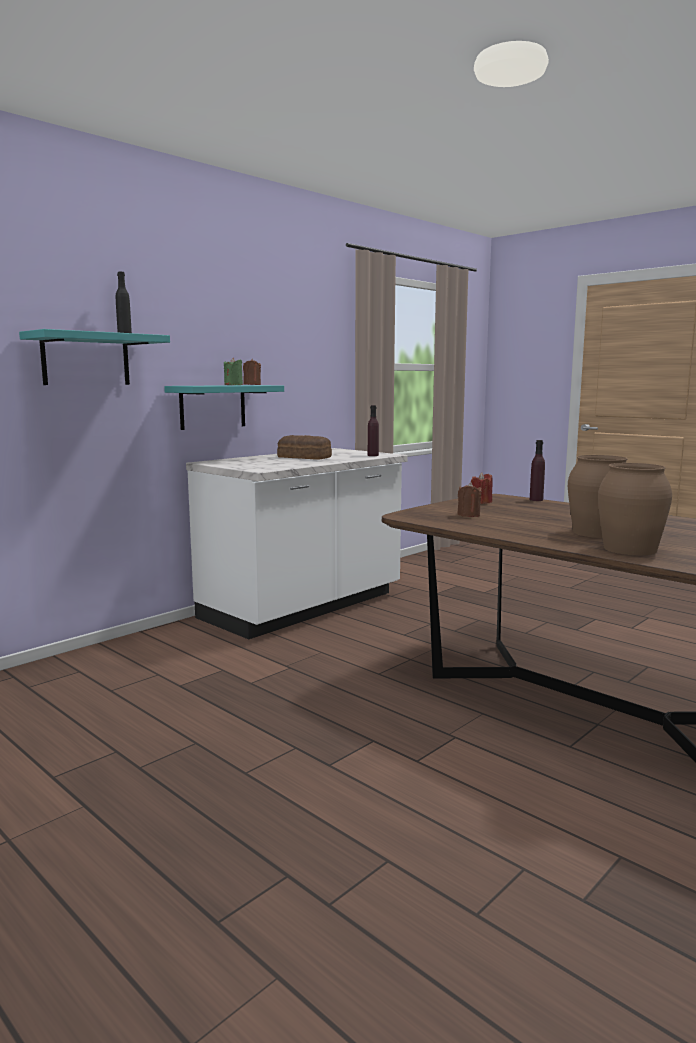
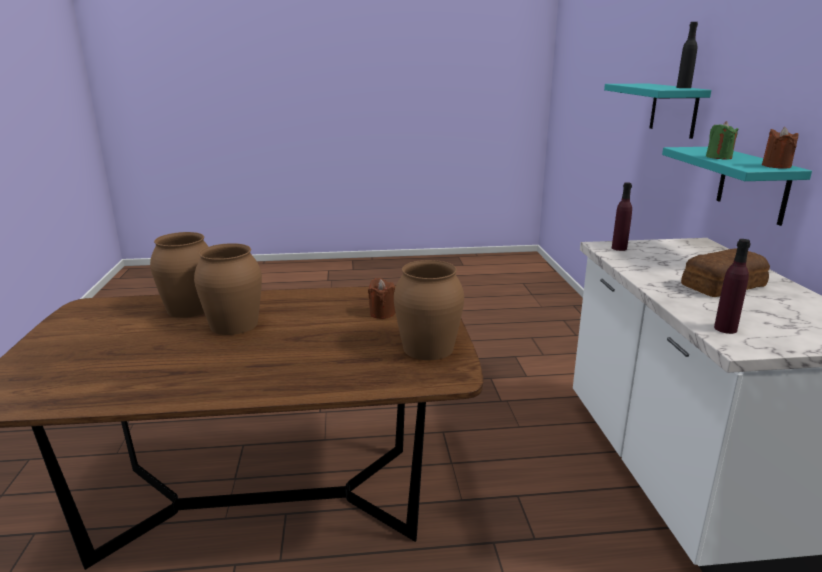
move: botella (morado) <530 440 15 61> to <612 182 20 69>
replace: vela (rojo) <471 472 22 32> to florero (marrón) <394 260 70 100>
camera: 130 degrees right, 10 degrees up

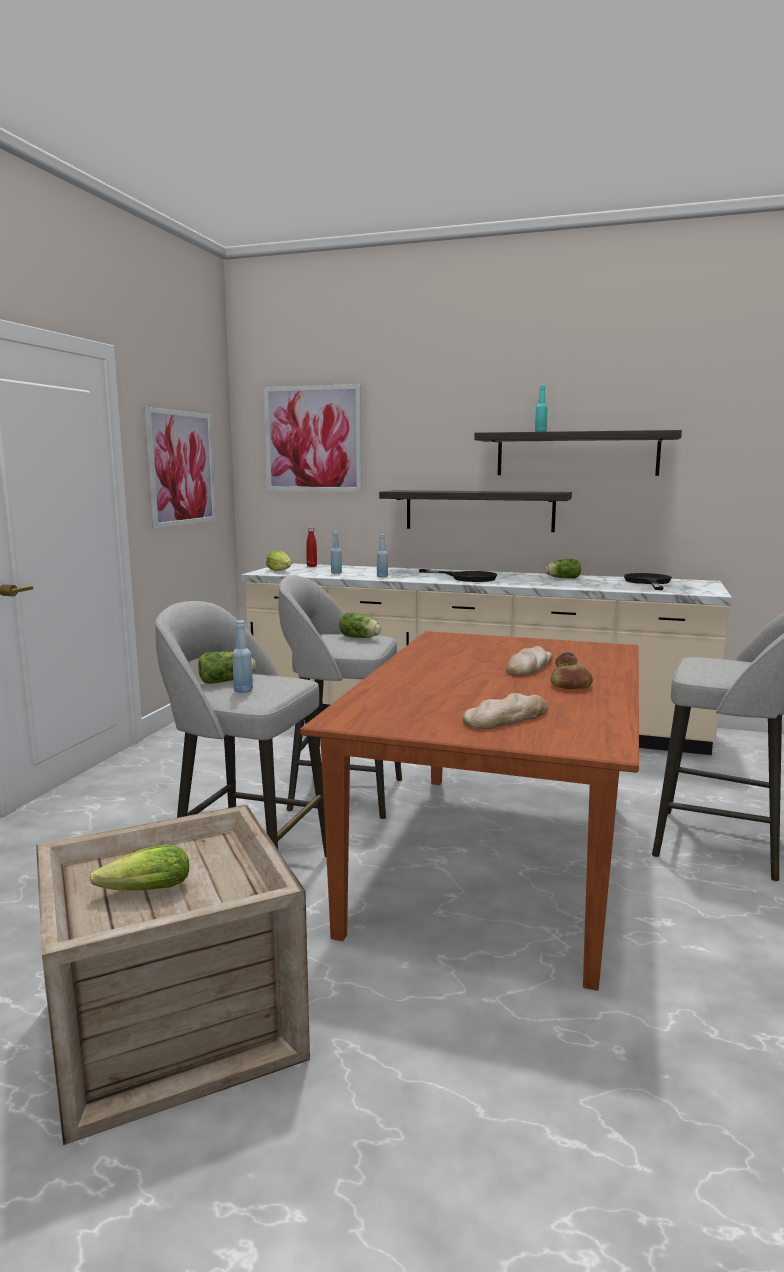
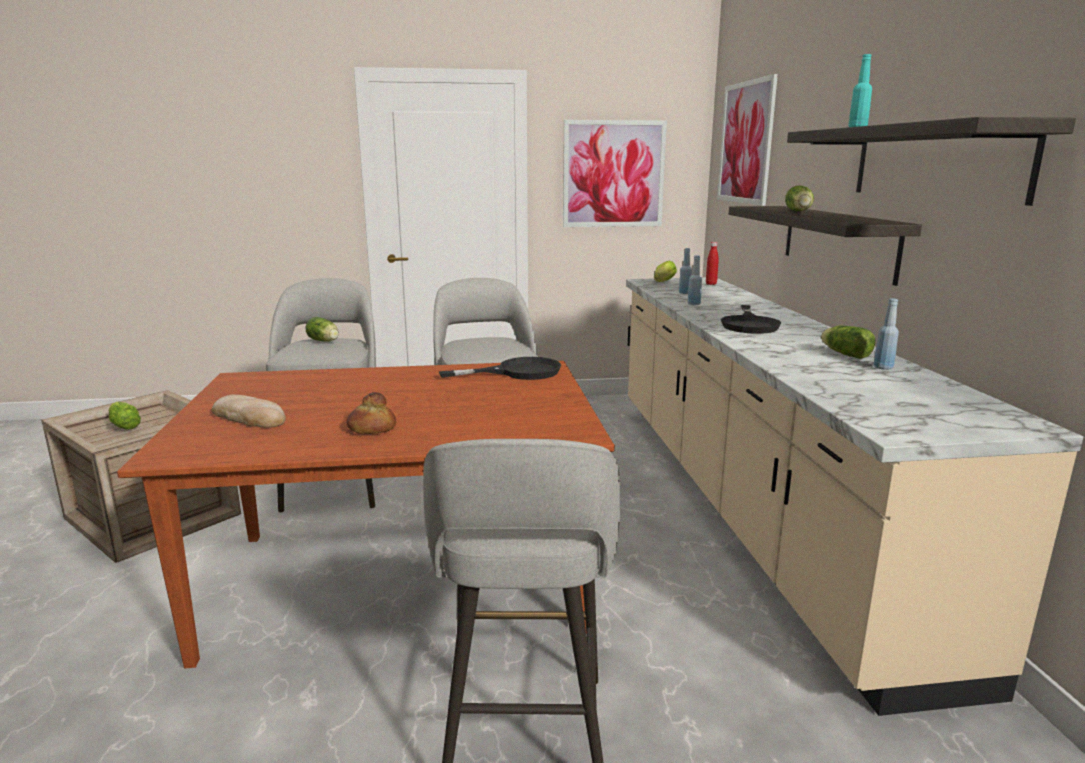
delete: pan <506 646 47 30>
move: botella (azul) <233 620 20 73> to <873 298 26 72>; lechuga <339 612 42 26> to <785 186 29 25>; sartén (negro) <624 573 48 17> to <439 357 122 23>
camera: 65 degrees right, 5 degrees up

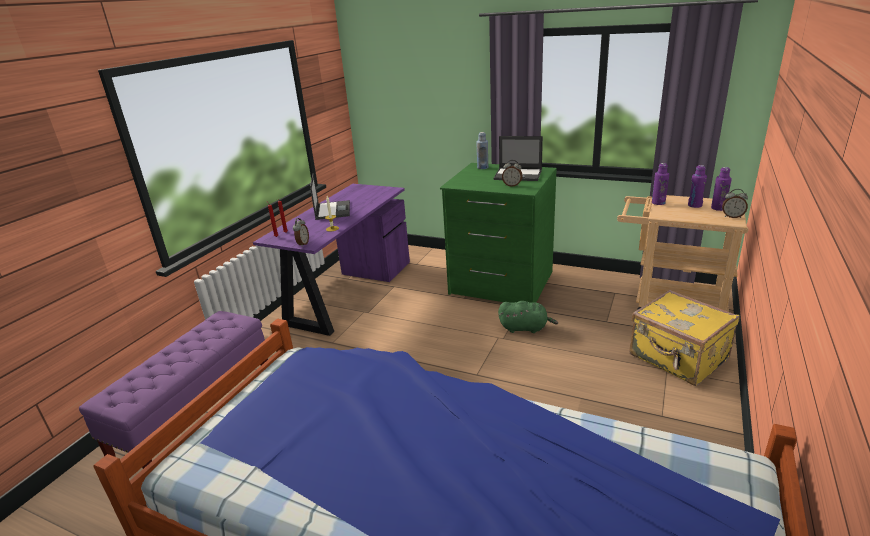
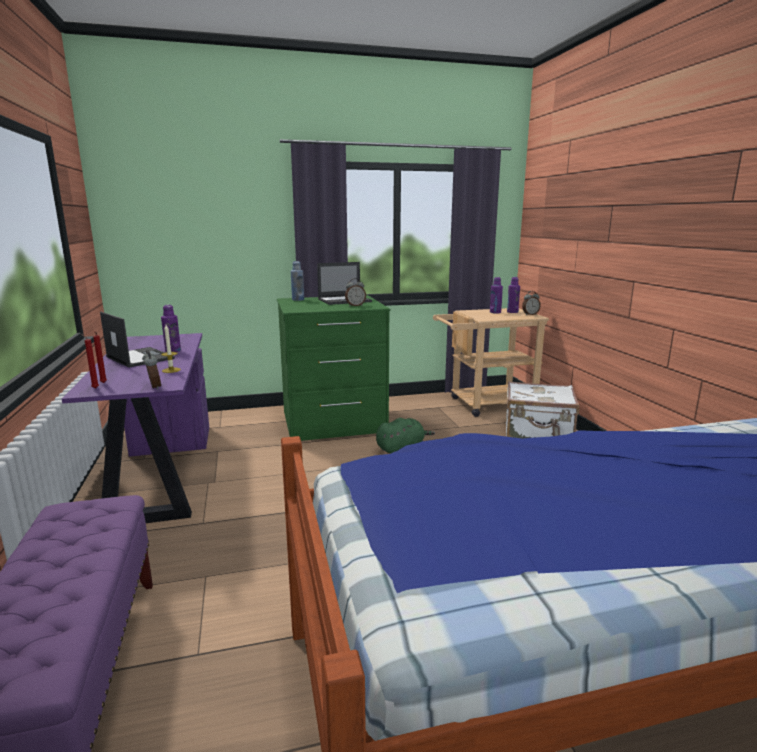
move: botella (morado) <652 163 17 42> to <161 305 20 47>
recolor: maleta (amarillo) <629 290 111 96> to maleta (blanco) <506 381 73 58>
camera: 40 degrees left, 10 degrees down

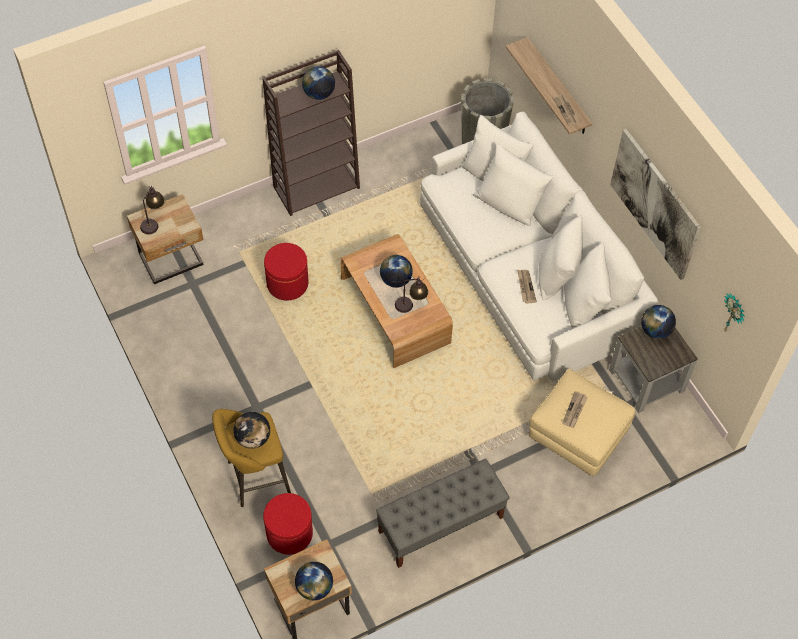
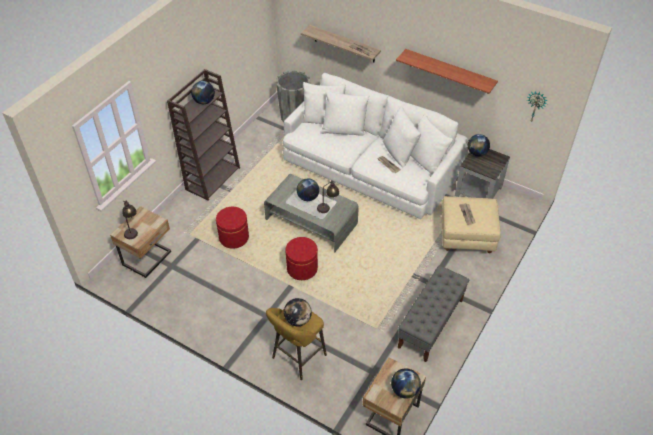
move: puf (rojo) <263 493 50 62> to <285 237 33 43>
replace: cuadro <610 129 91 151> to estante <396 49 102 45>
recolor: mesa de centro (marrón) <340 234 113 134> to mesa de centro (gris) <264 174 95 78>
camera: 30 degrees left, 10 degrees down

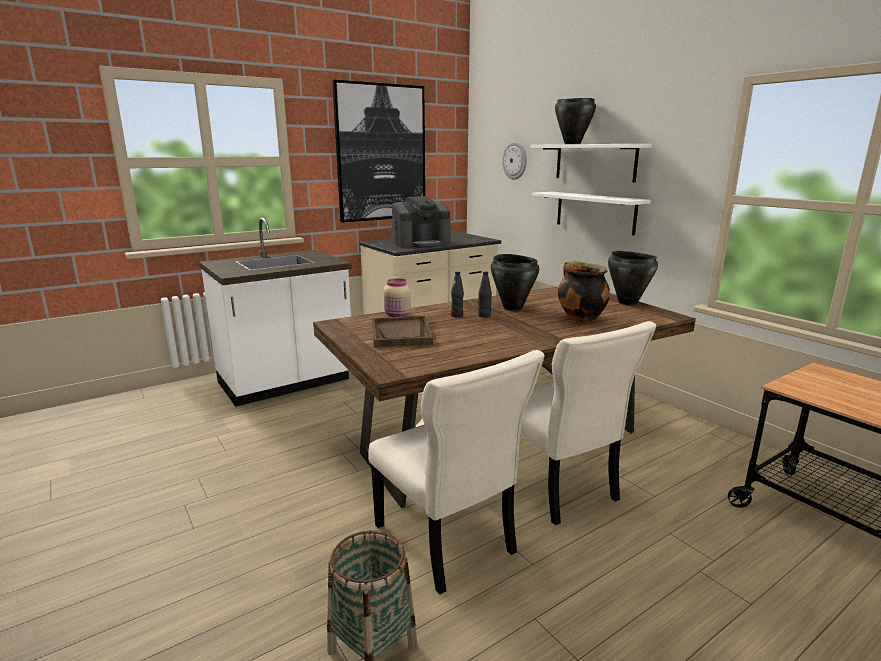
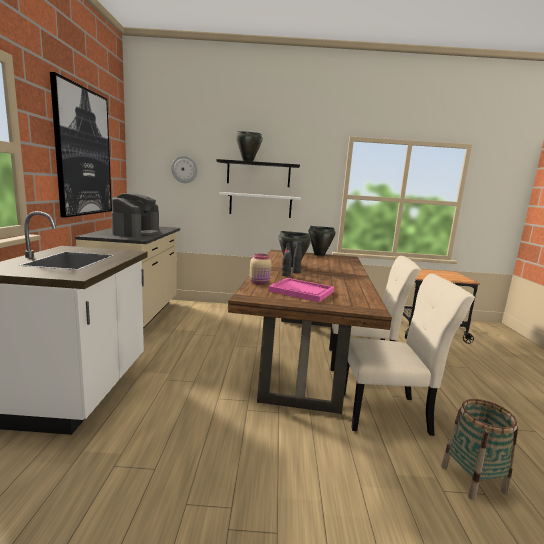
delete: olla <558 261 52 62>
recolor: bandeja (marrón) <372 316 61 31> to bandeja (rosa) <268 278 66 24>; estante (blanco) <531 144 121 38> to estante (negro) <216 159 84 28>
camera: 55 degrees left, 5 degrees down

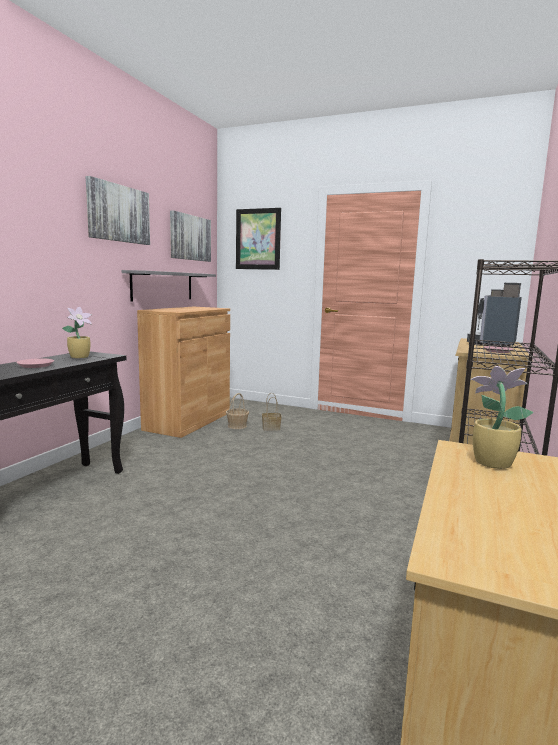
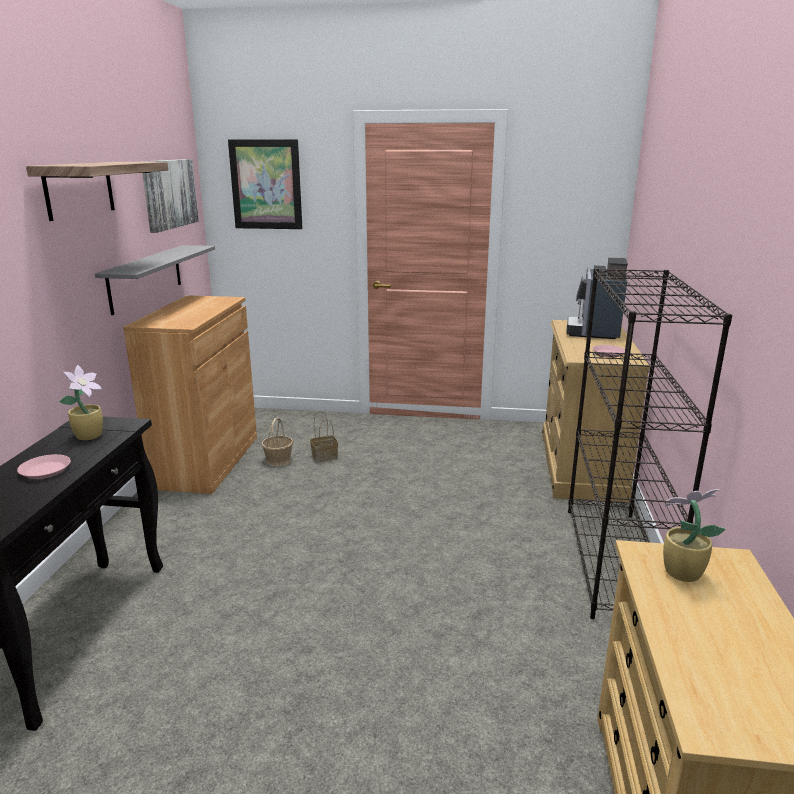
replace: cuadro <85 176 65 69> to estante <26 162 142 59>
camera: 15 degrees left, 10 degrees up

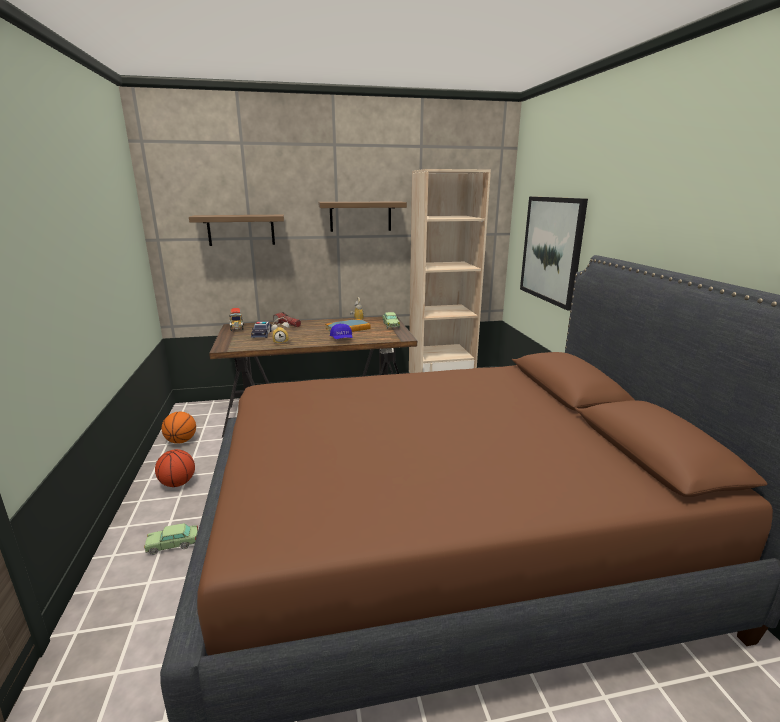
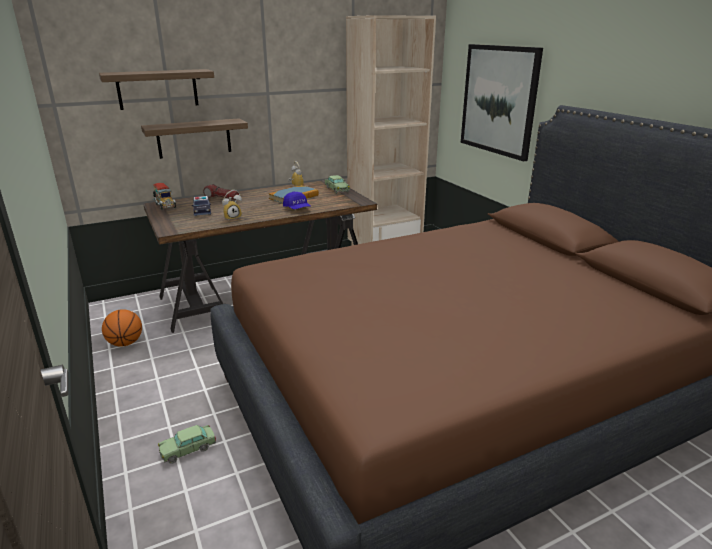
delete: balón de baloncesto <155 449 40 38>
move: estante <318 202 89 30> to <141 118 107 41>
camera: 15 degrees left, 5 degrees up

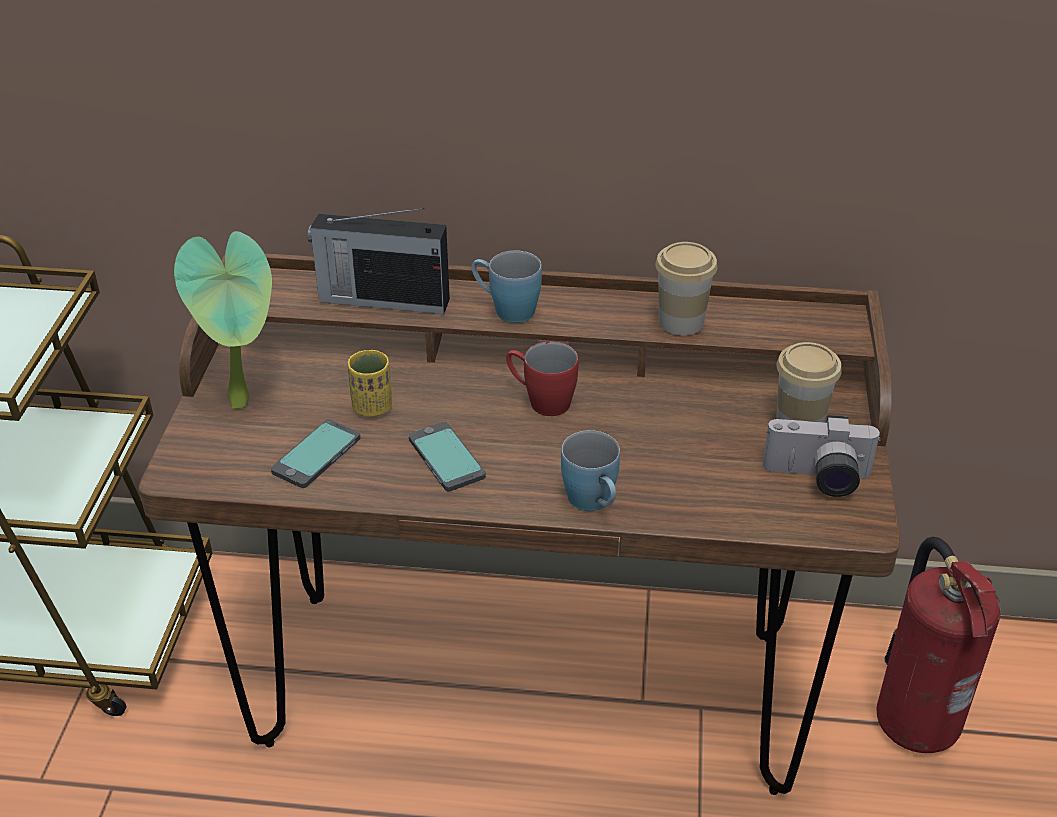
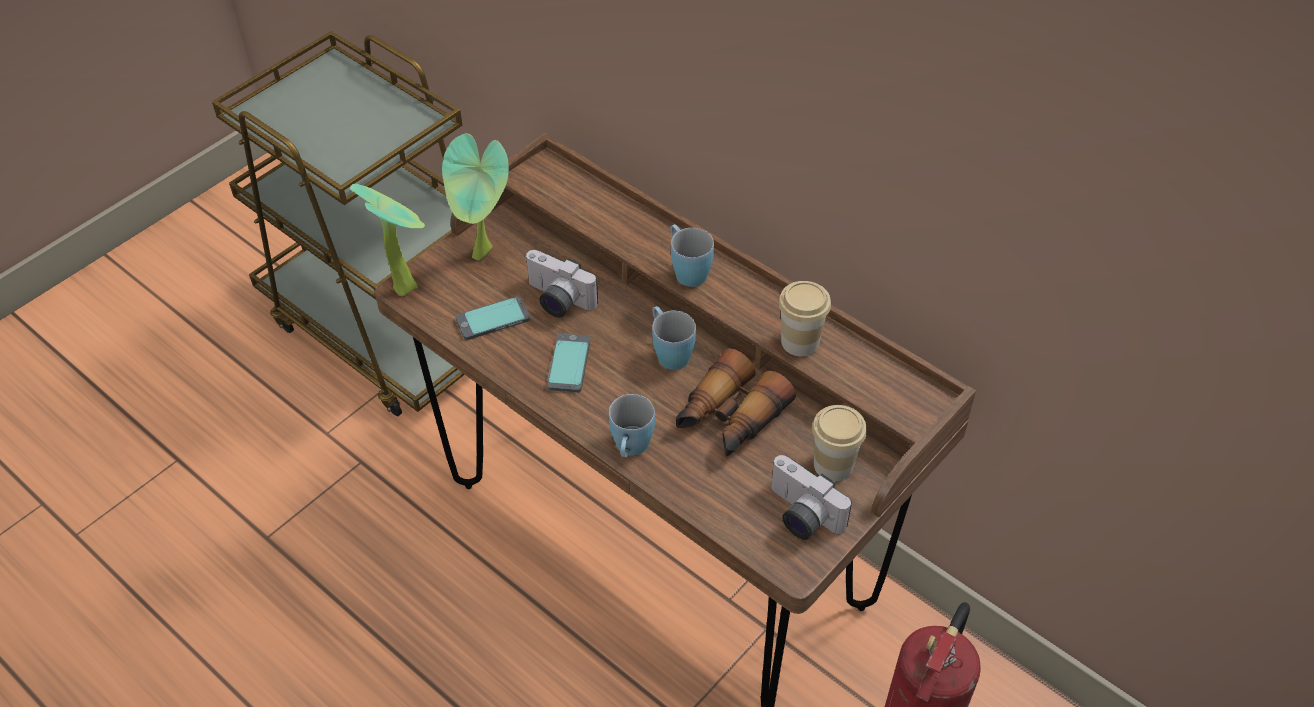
delete: radio <308 208 142 106>
insert: planta en maceta <350 184 75 113>; prismáticos <676 348 120 108>
replace: taza (amarillo) <348 350 44 67> to cámara <525 250 73 67>
recolor: taza grande (rojo) <506 342 73 74> to taza grande (azul) <652 306 44 64>
camera: 35 degrees right, 10 degrees up

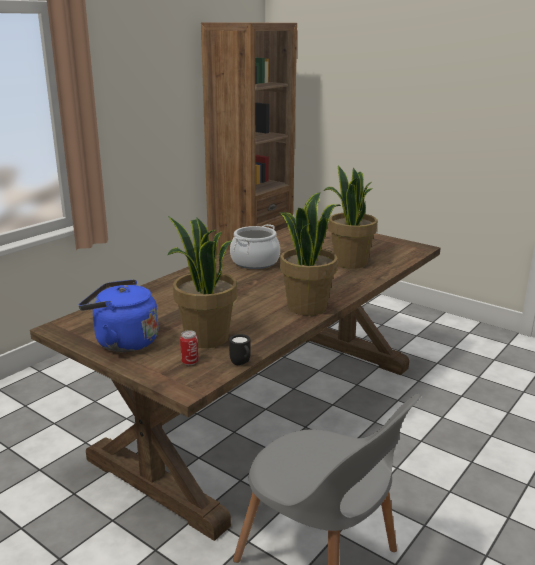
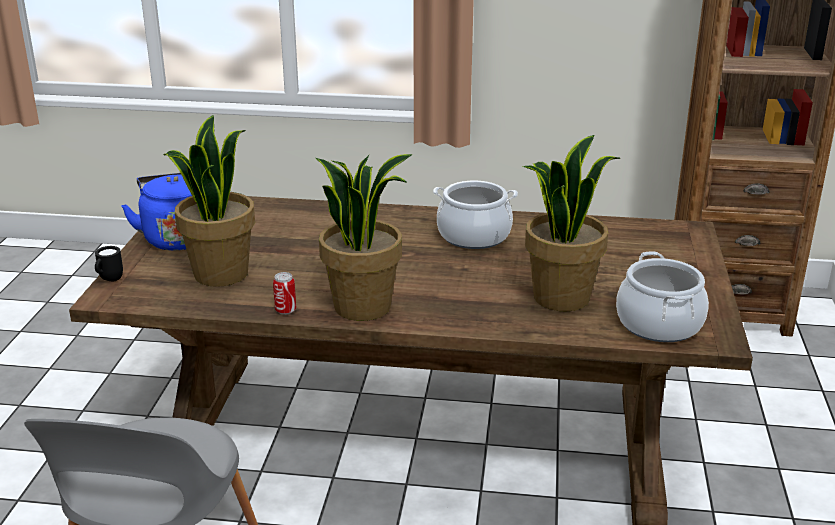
insert: olla <616 251 93 91>
move: lata <180 330 19 35> to <273 272 23 43>; taza grande (negro) <229 334 22 31> to <95 246 28 35>
camera: 60 degrees right, 5 degrees up

